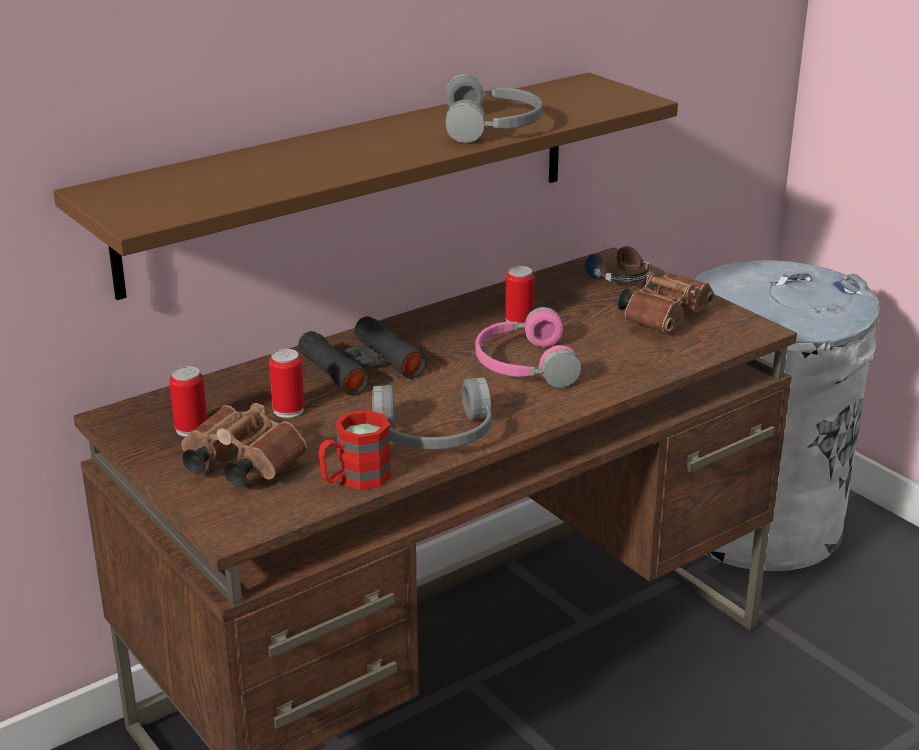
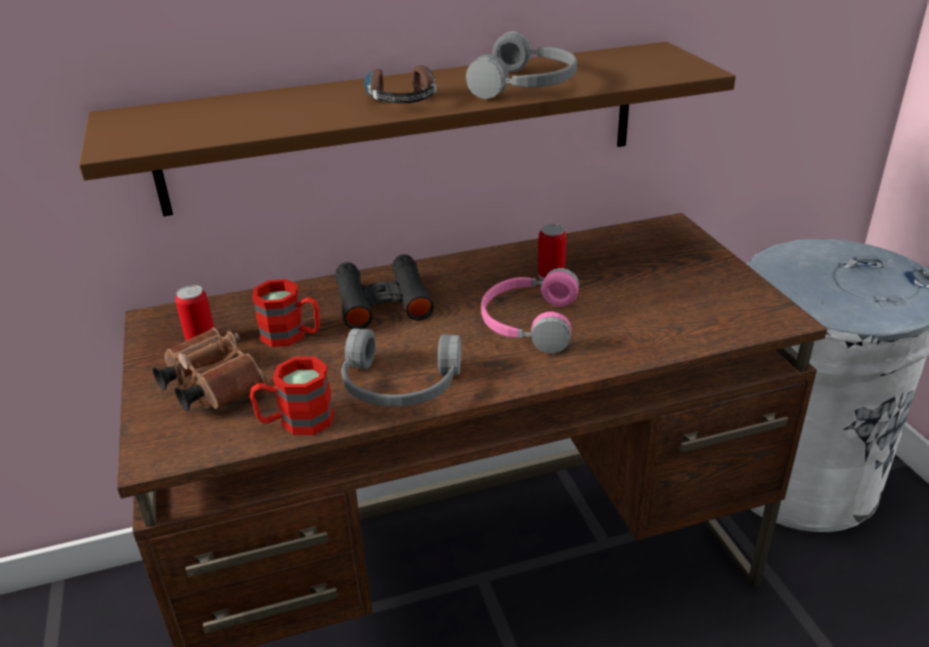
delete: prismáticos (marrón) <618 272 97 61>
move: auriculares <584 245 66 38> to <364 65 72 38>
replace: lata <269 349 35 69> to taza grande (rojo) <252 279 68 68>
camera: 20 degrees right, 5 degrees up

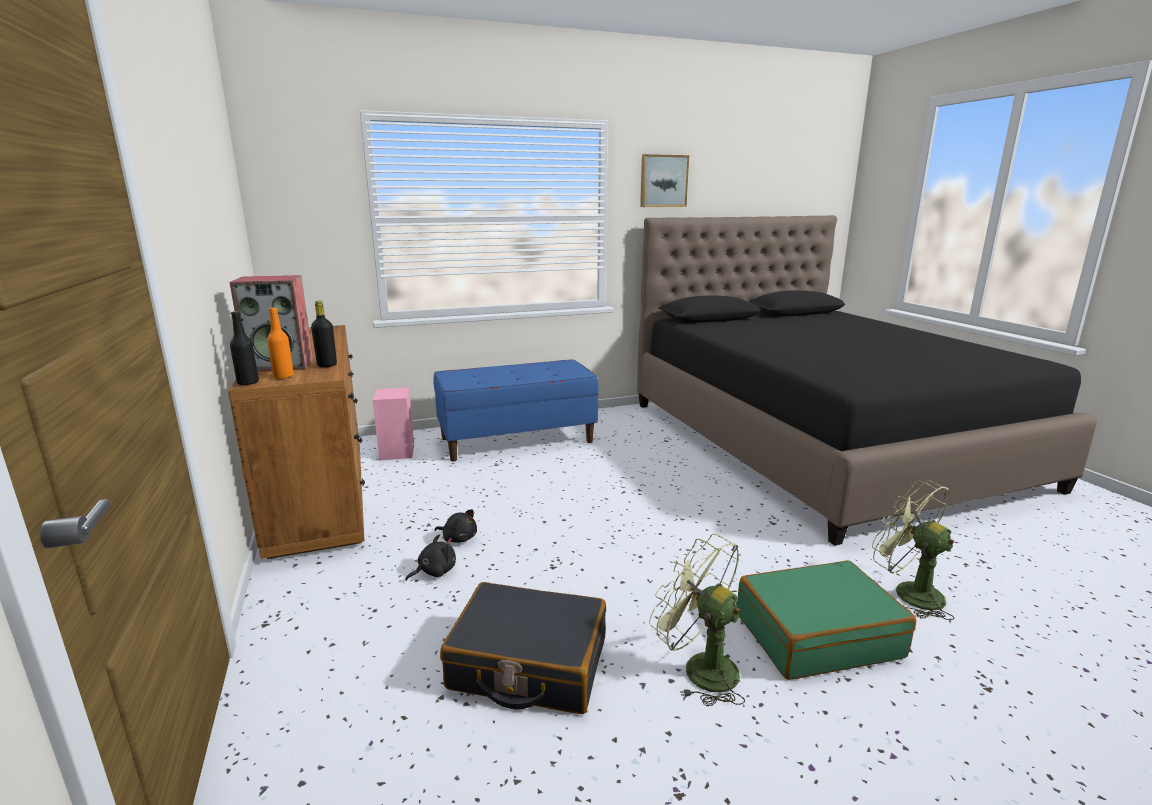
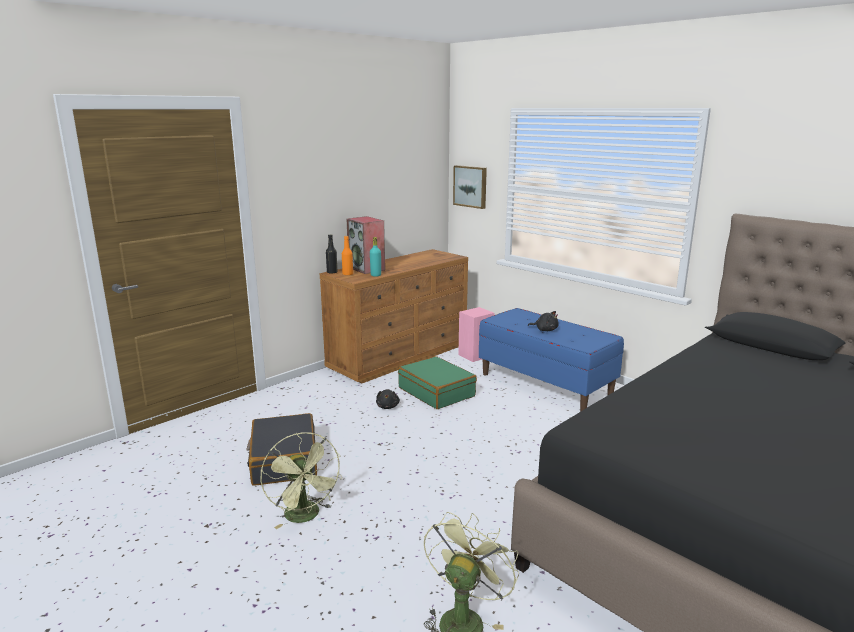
move: peluche (negro) <405 534 51 47> to <528 311 31 20>; cuadro <640 154 49 53> to <453 165 34 44>; maleta (verde) <737 560 179 120> to <398 356 79 53>
recolor: botella (negro) <311 301 26 66> to botella (turquesa) <370 237 11 40>
rotate: ventilador (verde) <649 534 96 172> = <260 432 82 97> 135 degrees clockwise
camera: 65 degrees right, 0 degrees up

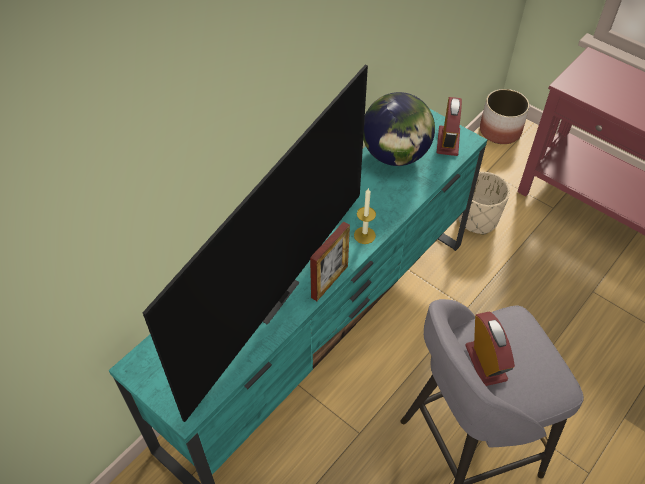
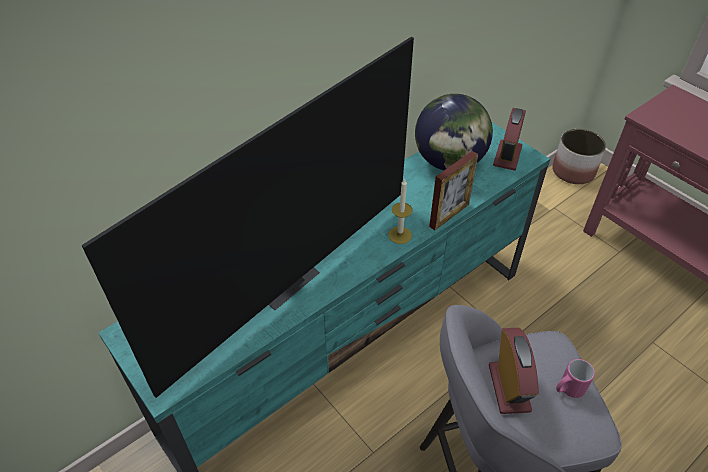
delete: maceta (beis) <459 172 51 63>
insert: taza grande (rosa) <556 359 39 39>
move: portarretratos <310 222 40 79> to <429 151 49 80>
camera: 10 degrees right, 5 degrees down

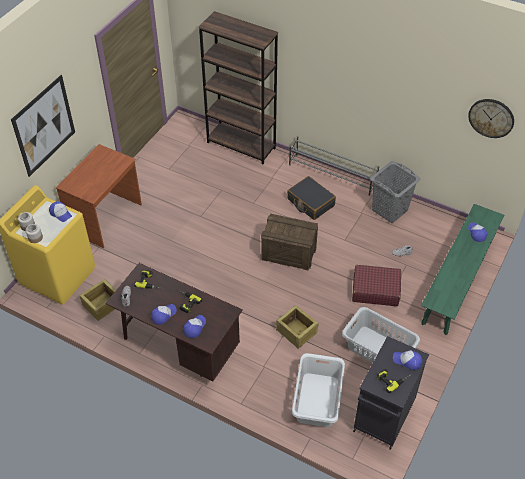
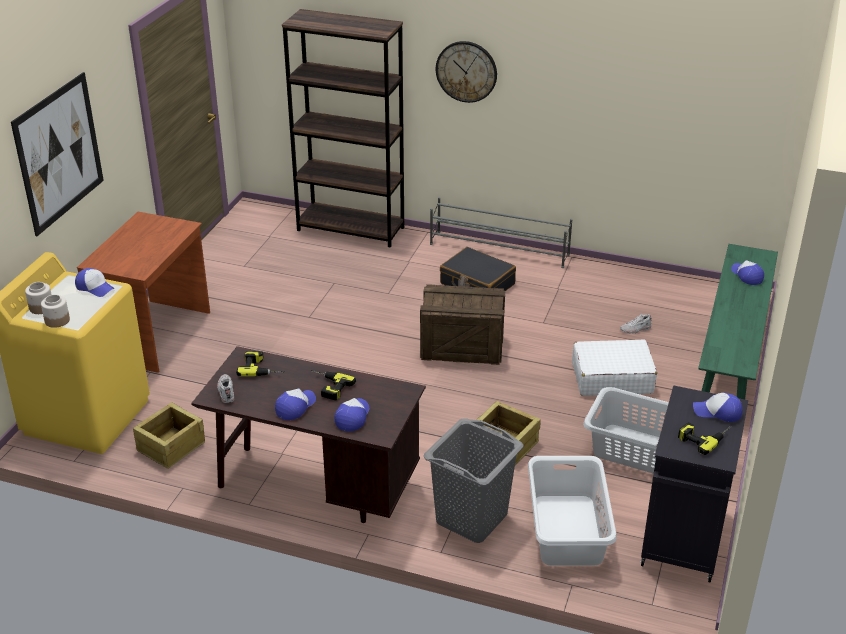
move: cesto de la ropa (gris) <370 161 50 62> to <423 418 100 125>; reloj de pared <468 99 46 39> to <436 41 61 62>
recolor: maleta (rojo) <352 265 49 41> to maleta (blanco) <572 339 85 57>
camera: 10 degrees left, 15 degrees down

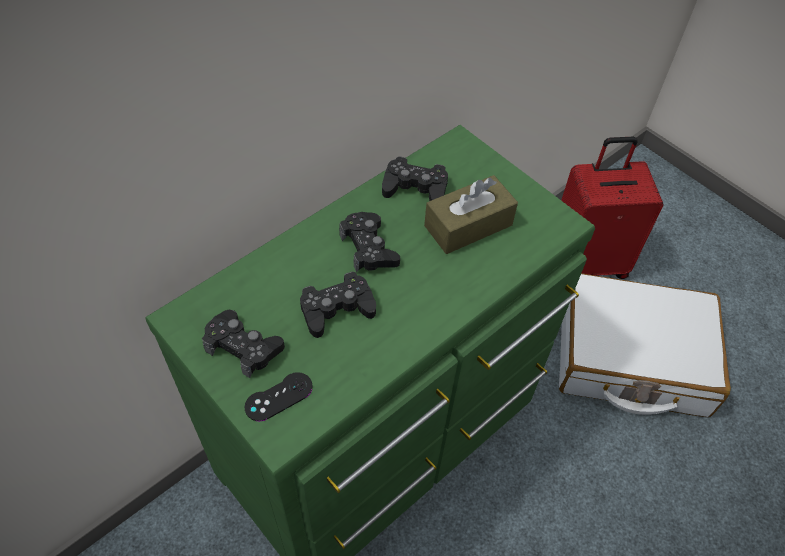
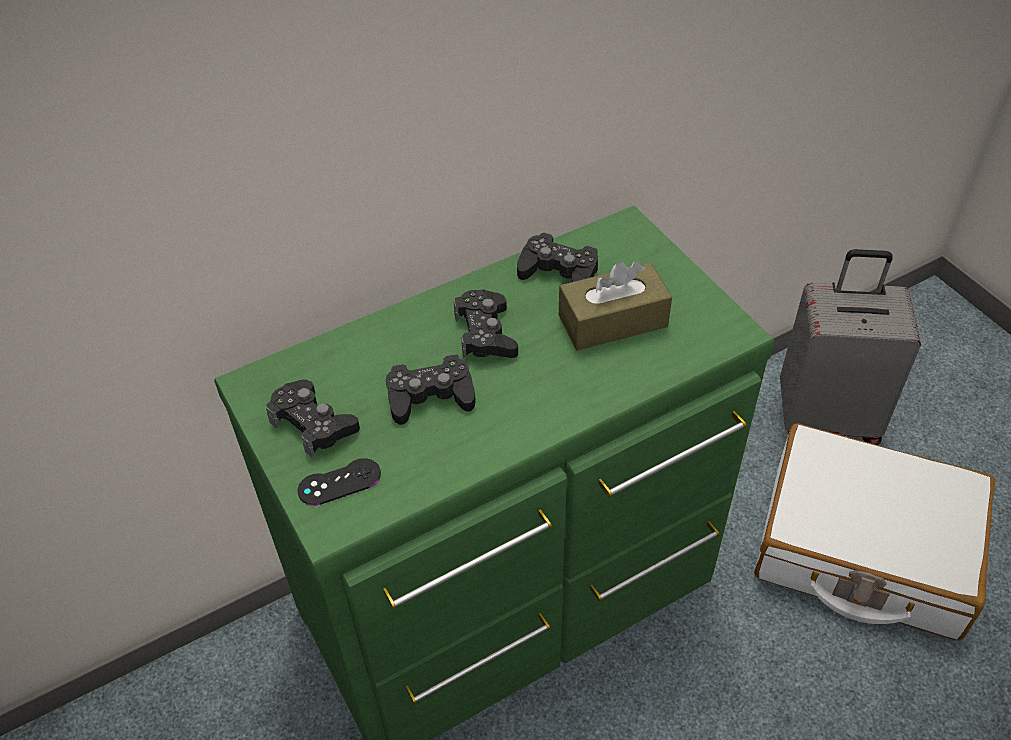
recolor: maleta (rojo) <561 137 103 142> to maleta (gris) <780 249 141 196>
camera: 15 degrees right, 5 degrees down

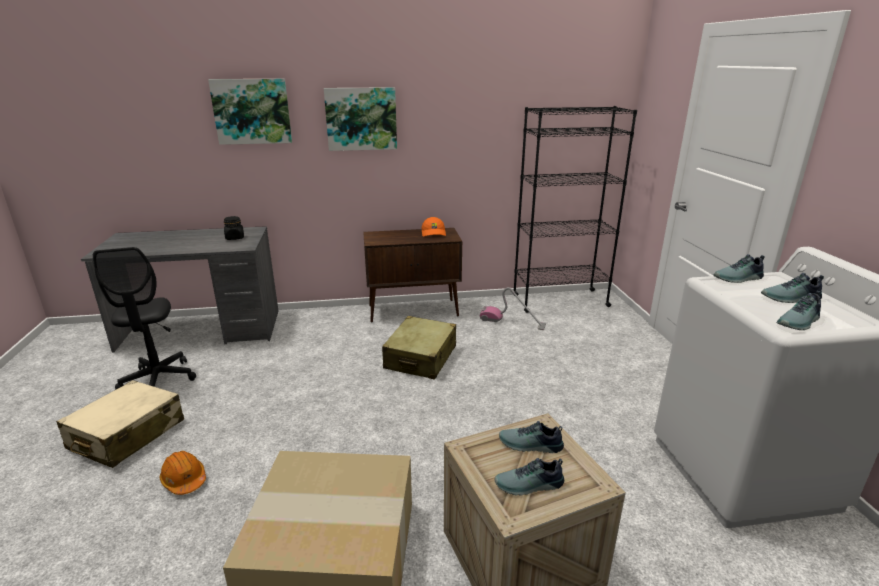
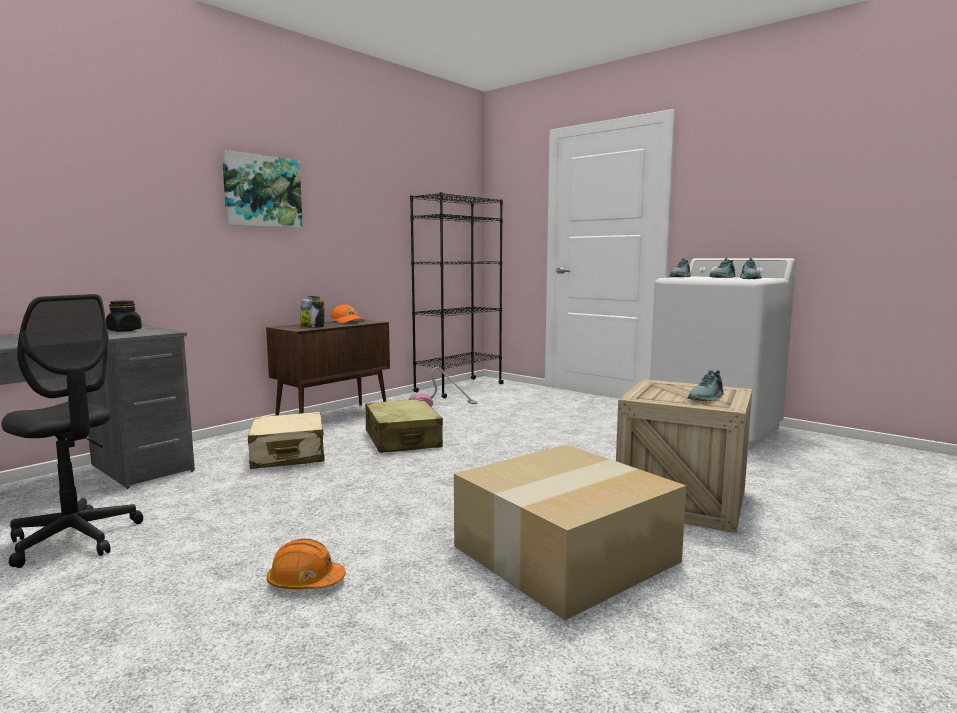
delete: cuadro <208 79 84 66>; zapato <499 421 65 32>
insert: tarro <300 296 25 31>
move: maleta (beis) <56 380 128 88> to <248 412 77 57>
camera: 40 degrees left, 15 degrees down

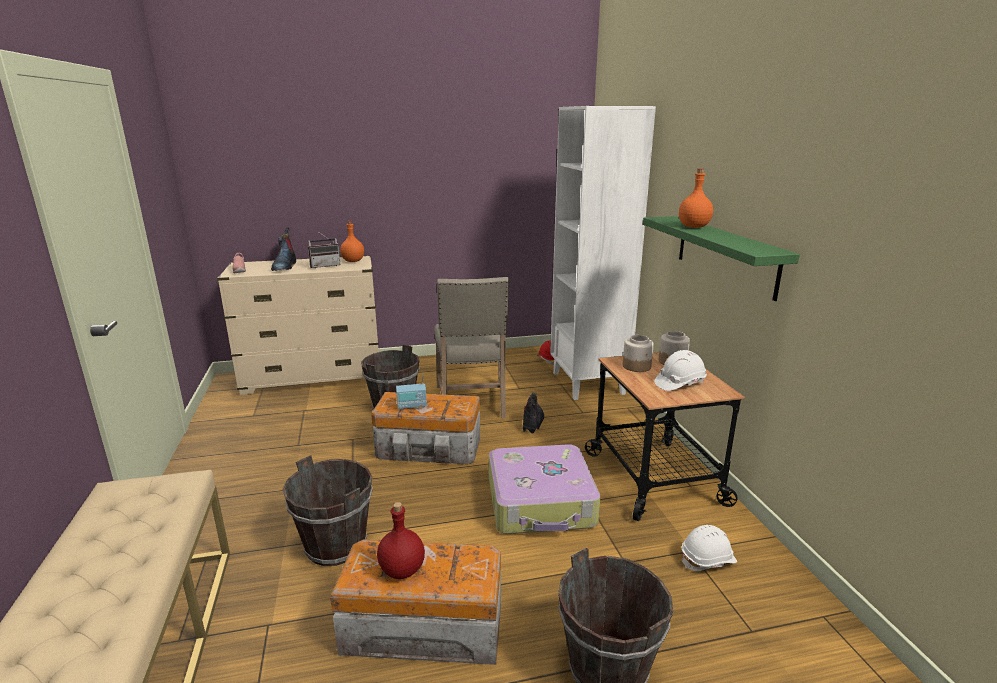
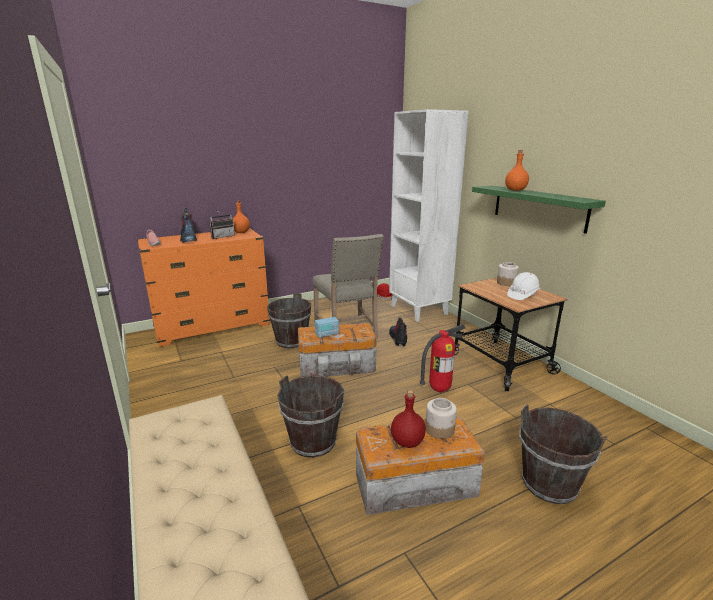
delete: casco (blanco) <682 525 55 46>
move: tarro <623 335 31 37> to <425 398 32 41>
replace: maleta <489 444 111 90> to extintor <420 324 45 68>
recolor: cómoda (beis) <217 255 162 140> to cómoda (naranja) <137 228 133 119>
camera: 15 degrees left, 0 degrees up

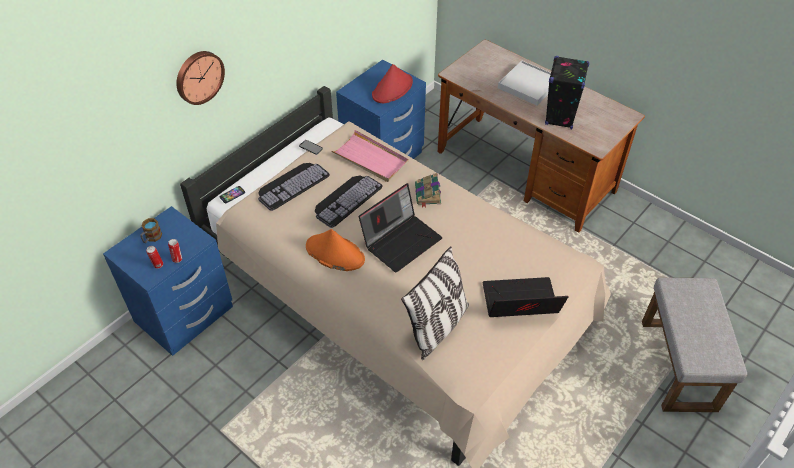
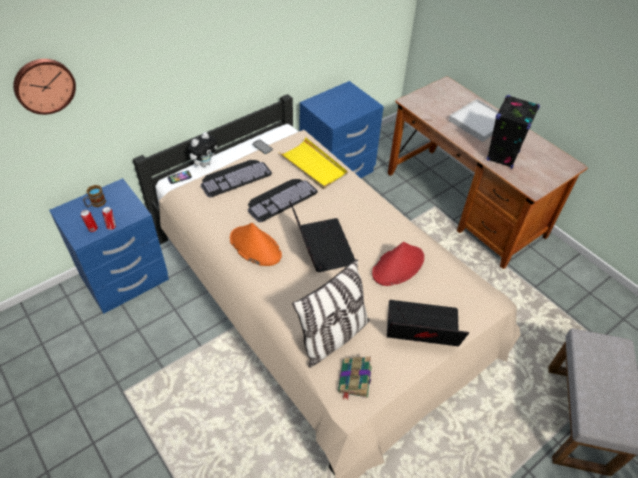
insert: peluche <188 132 29 35>
move: reloj de pared <176 51 49 54> to <13 59 63 56>; sombrero (rojo) <372 64 41 39> to <372 242 52 44>; libro <415 173 26 35> to <338 356 34 44>
recolor: bandeja (rosa) <331 130 78 52> to bandeja (amarillo) <278 137 70 52>
rotate: portátil <358 183 84 90> = <290 201 65 71> 75 degrees counterclockwise
camera: 10 degrees right, 0 degrees up

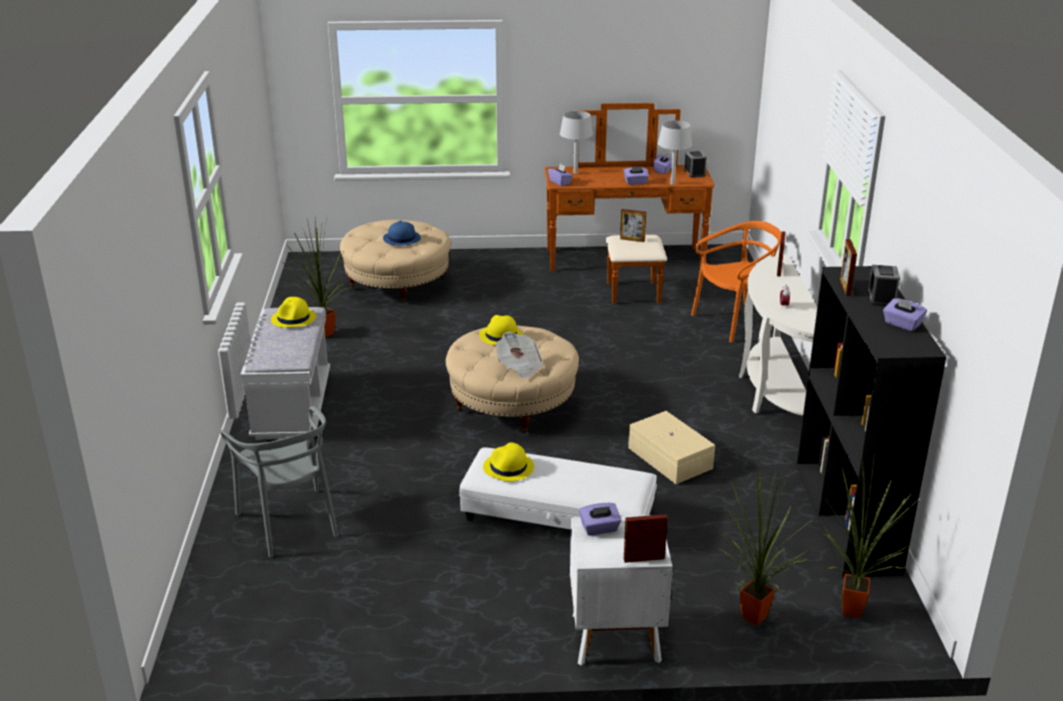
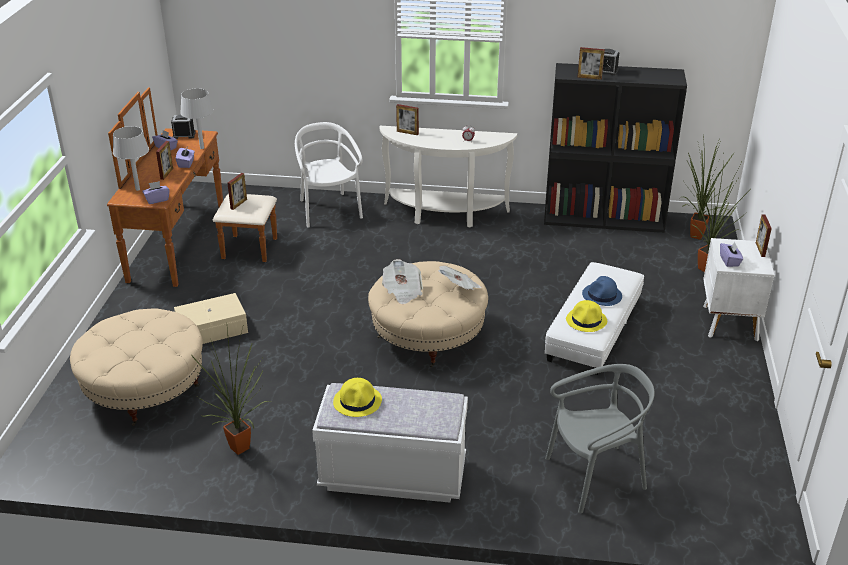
delete: caja de pañuelos (morado) <883 298 44 33>
insert: portarretratos <156 141 17 39>
move: sombrero (azul) <383 220 38 26> to <582 276 40 30>; caja de almacenaje (beis) <628 411 87 73> to <174 293 74 51>
replace: sombrero (amarillo) <479 315 44 30> to periódico <382 259 41 45>
recolor: silla (naranja) <691 221 90 122> to silla (blanco) <295 122 68 106>
camera: 80 degrees left, 5 degrees up

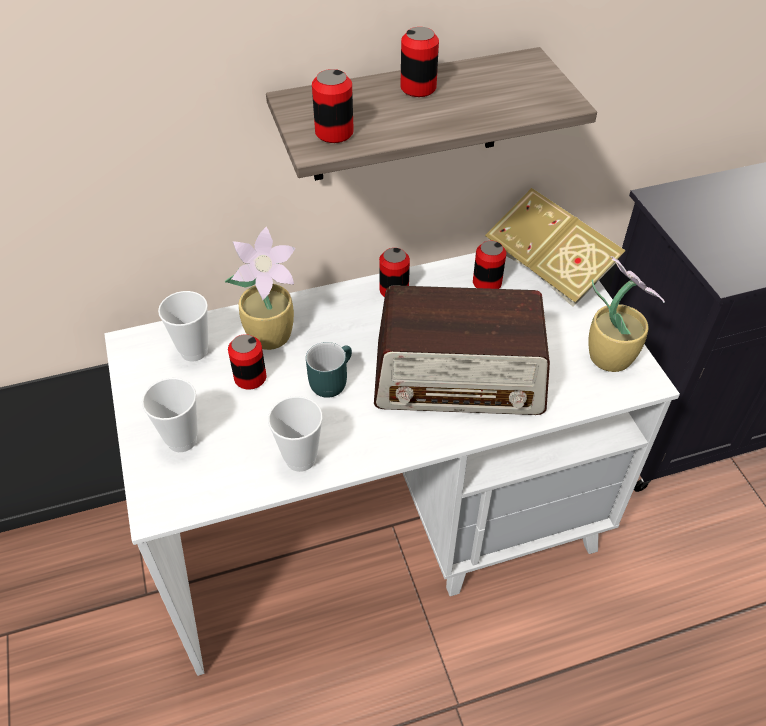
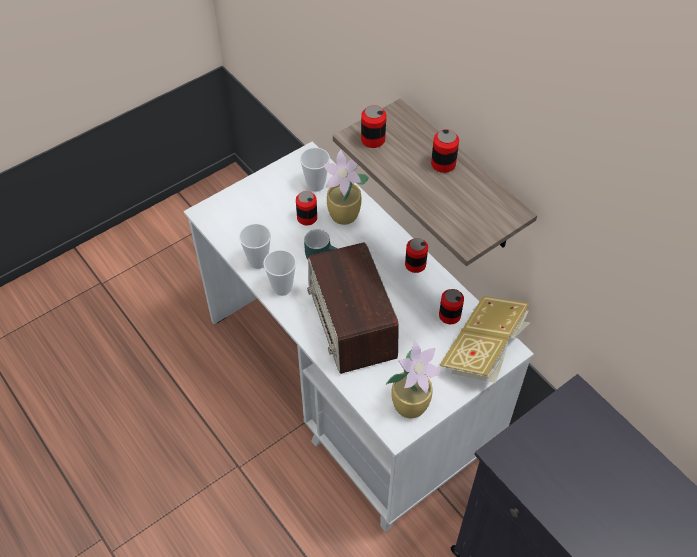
move: taza <142 378 56 74> to <263 250 33 46>
camera: 70 degrees right, 5 degrees up

